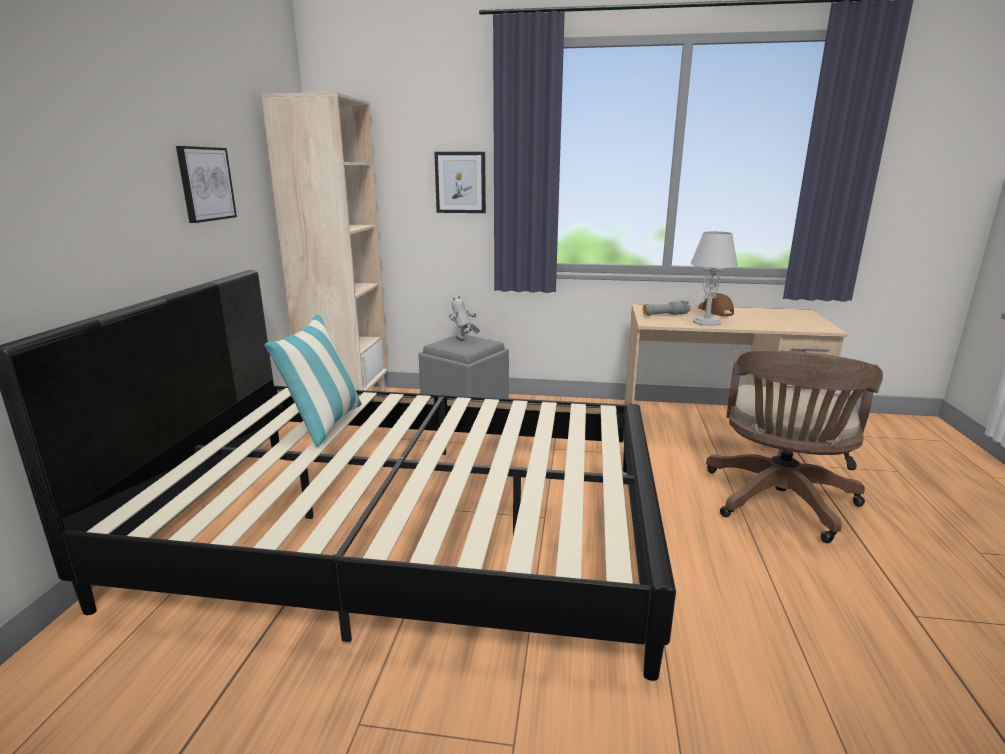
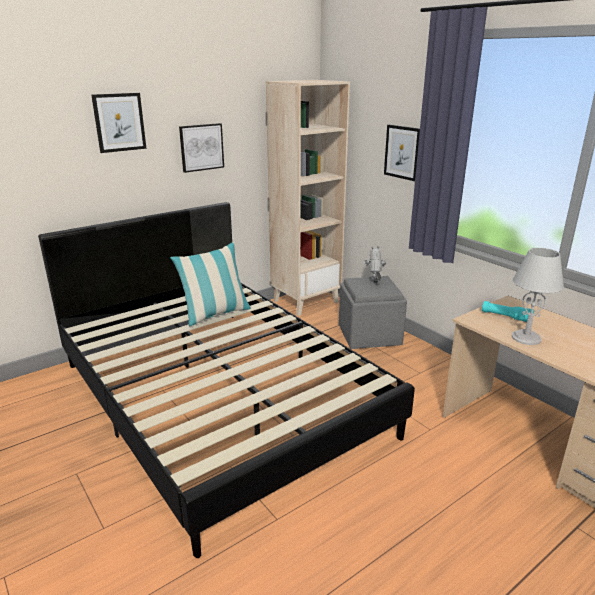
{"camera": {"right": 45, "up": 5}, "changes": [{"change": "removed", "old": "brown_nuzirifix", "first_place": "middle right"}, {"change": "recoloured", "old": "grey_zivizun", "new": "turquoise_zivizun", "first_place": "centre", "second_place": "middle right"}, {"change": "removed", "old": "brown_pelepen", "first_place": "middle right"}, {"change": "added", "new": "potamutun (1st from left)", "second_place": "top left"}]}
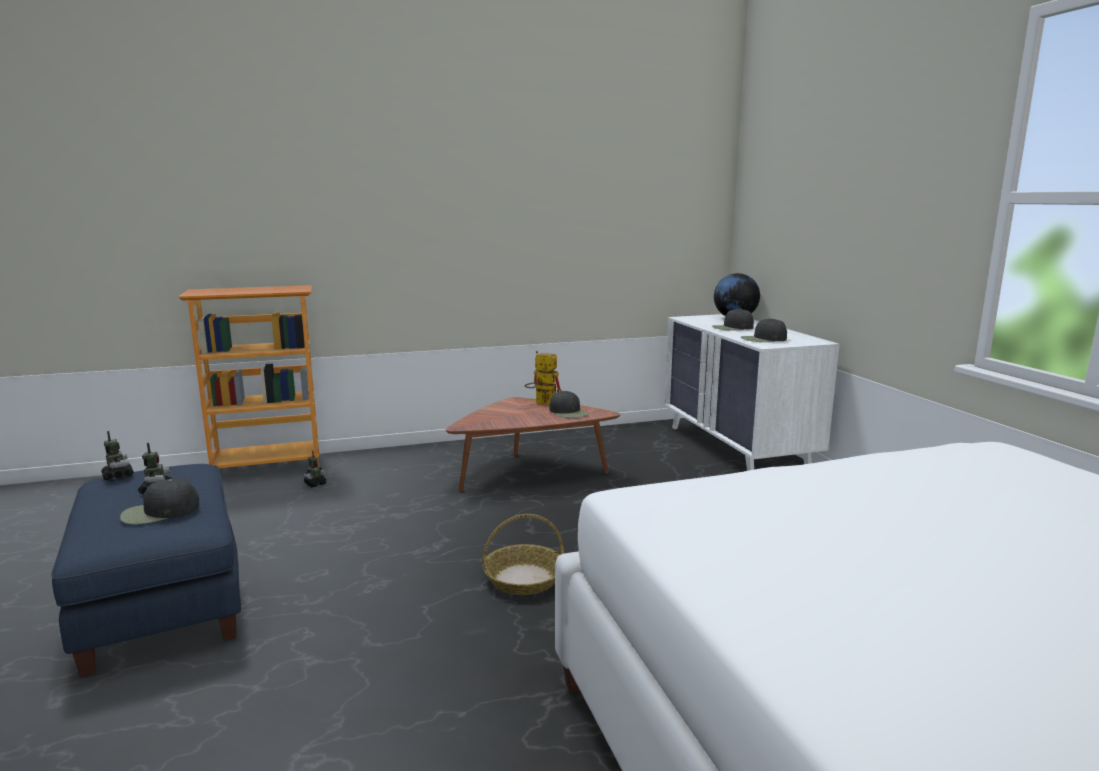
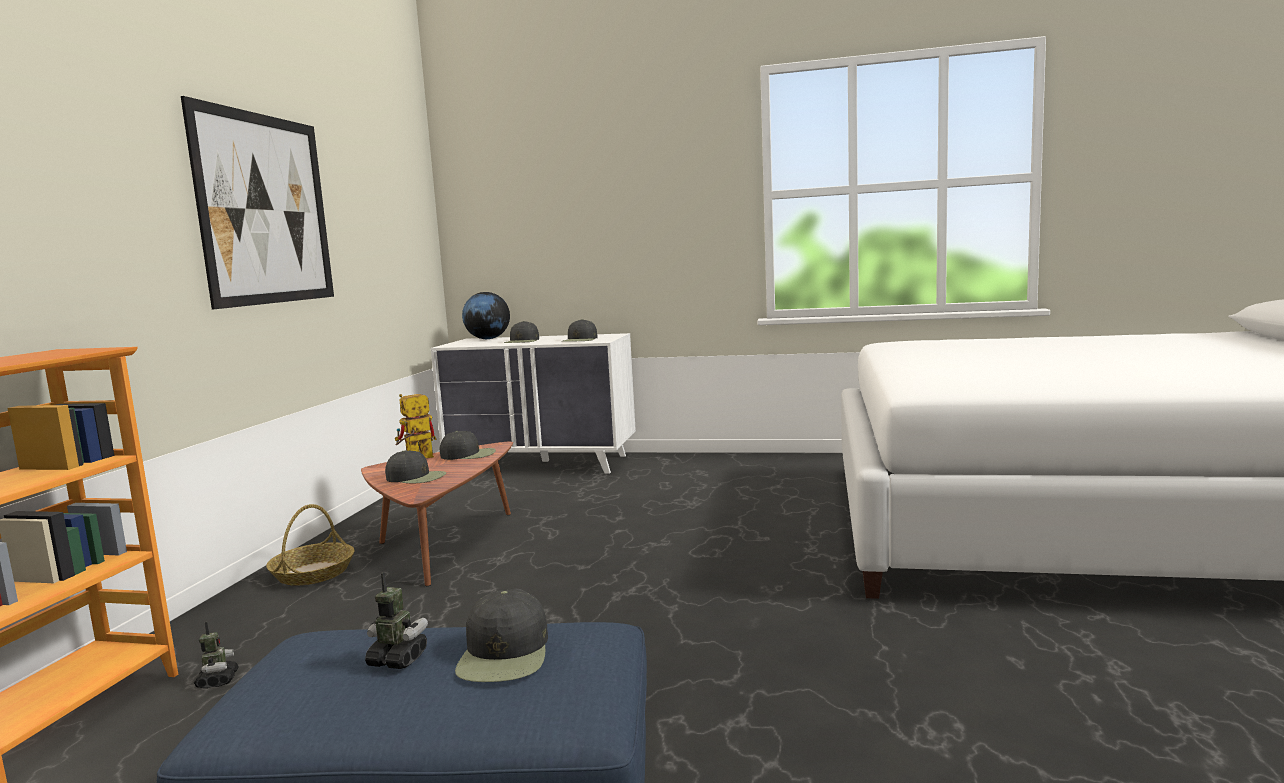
{"camera": {"right": -60, "up": -5}, "changes": [{"change": "removed", "old": "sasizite (1st from left)", "first_place": "middle left"}, {"change": "moved", "old": "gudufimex", "first_place": "bottom centre", "second_place": "bottom left"}, {"change": "added", "new": "potamutun", "second_place": "top left"}, {"change": "added", "new": "black_nuzirifix (1st from left)", "second_place": "middle left"}]}
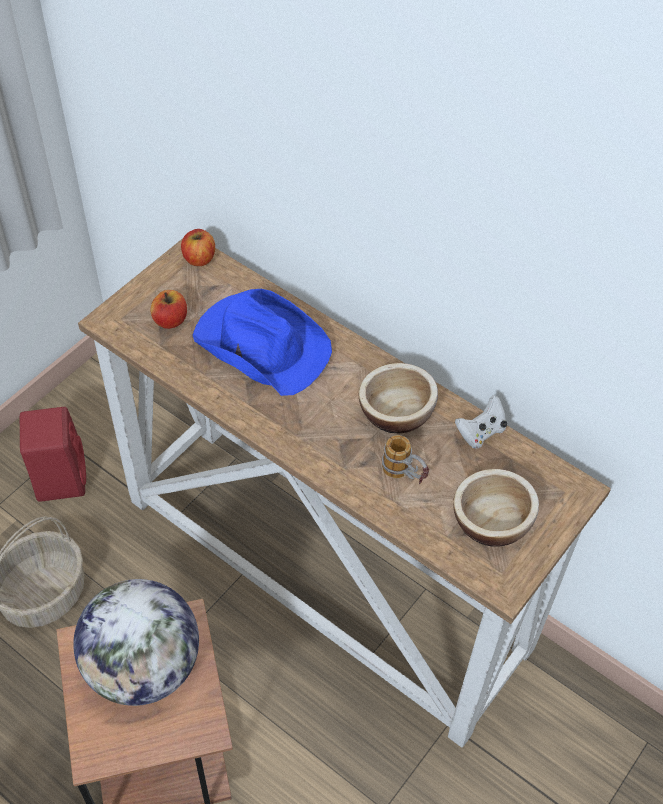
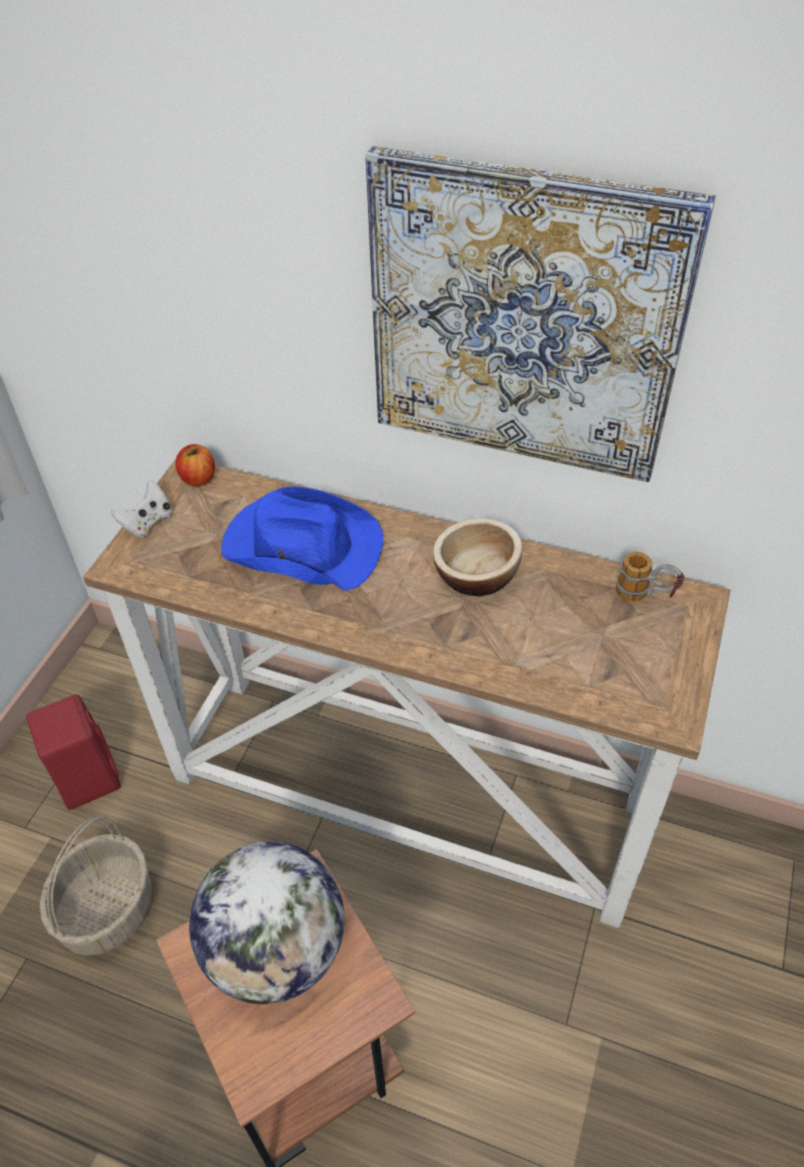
{"camera": {"right": -15, "up": -5}, "changes": [{"change": "removed", "old": "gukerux (1st from left)", "first_place": "middle left"}, {"change": "moved", "old": "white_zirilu", "first_place": "middle right", "second_place": "middle left"}, {"change": "moved", "old": "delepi", "first_place": "centre", "second_place": "middle right"}, {"change": "removed", "old": "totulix (2nd from left)", "first_place": "middle right"}, {"change": "added", "new": "potamutun", "second_place": "top right"}]}
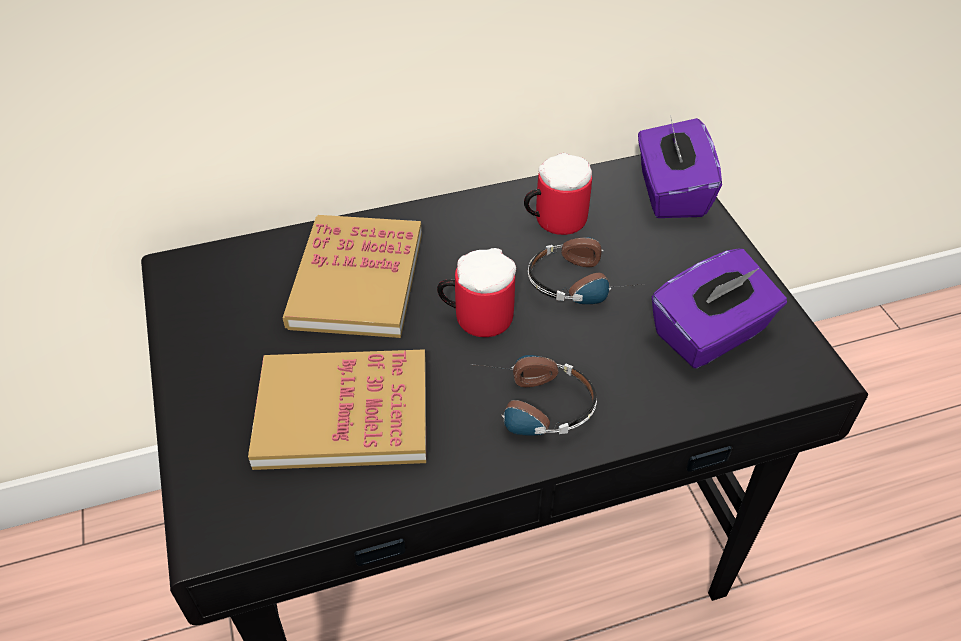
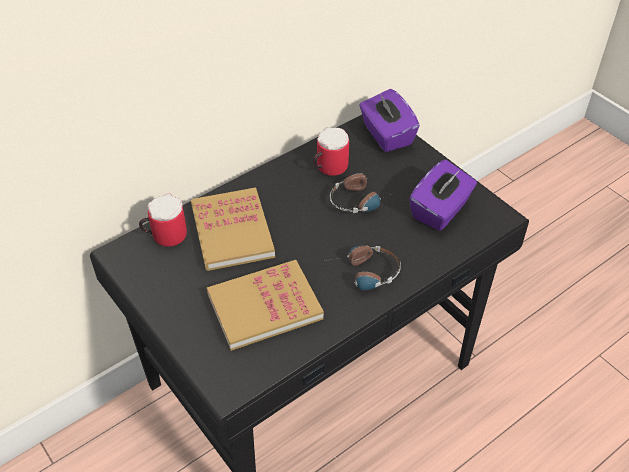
{"camera": {"right": -20, "up": 0}, "changes": [{"change": "moved", "old": "delepi (1st from left)", "first_place": "centre", "second_place": "middle left"}]}
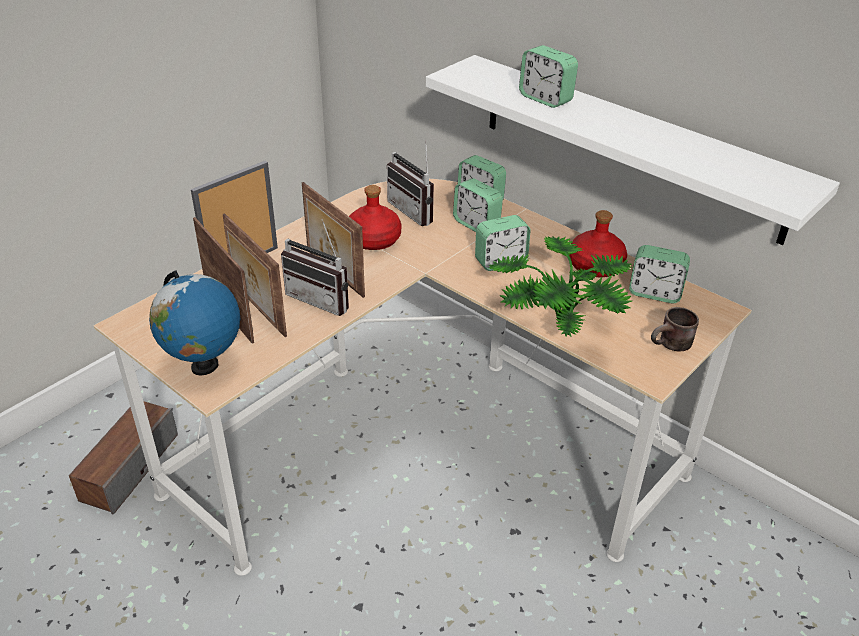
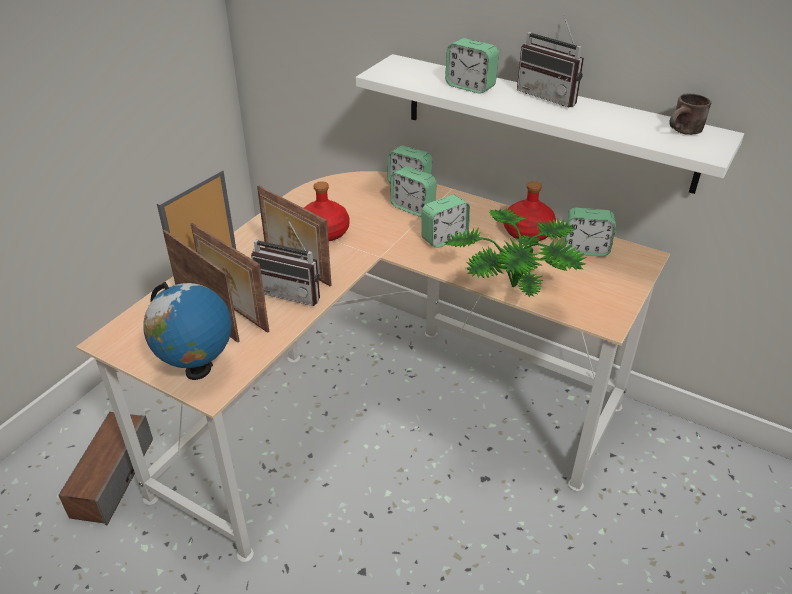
{"camera": {"right": -10, "up": 0}, "changes": [{"change": "moved", "old": "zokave (2nd from left)", "first_place": "top centre", "second_place": "top right"}, {"change": "moved", "old": "brown_delepi", "first_place": "middle right", "second_place": "top right"}]}
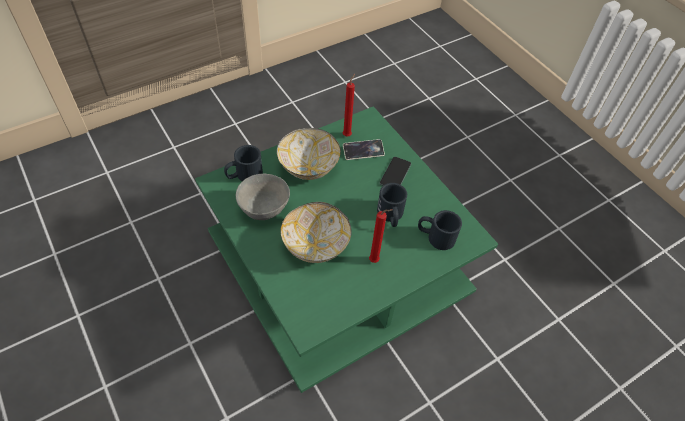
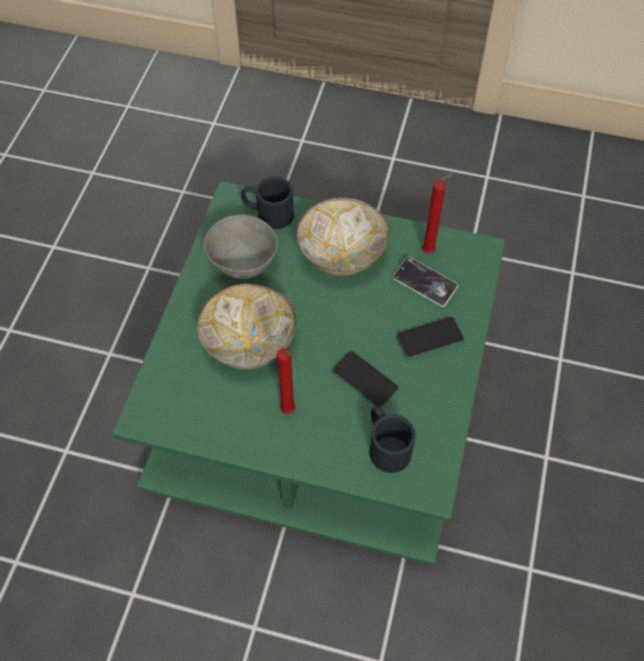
{"camera": {"right": 50, "up": 5}, "changes": [{"change": "replaced", "old": "black_delepi (2nd from left)", "new": "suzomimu (1st from left)", "first_place": "centre", "second_place": "centre"}]}
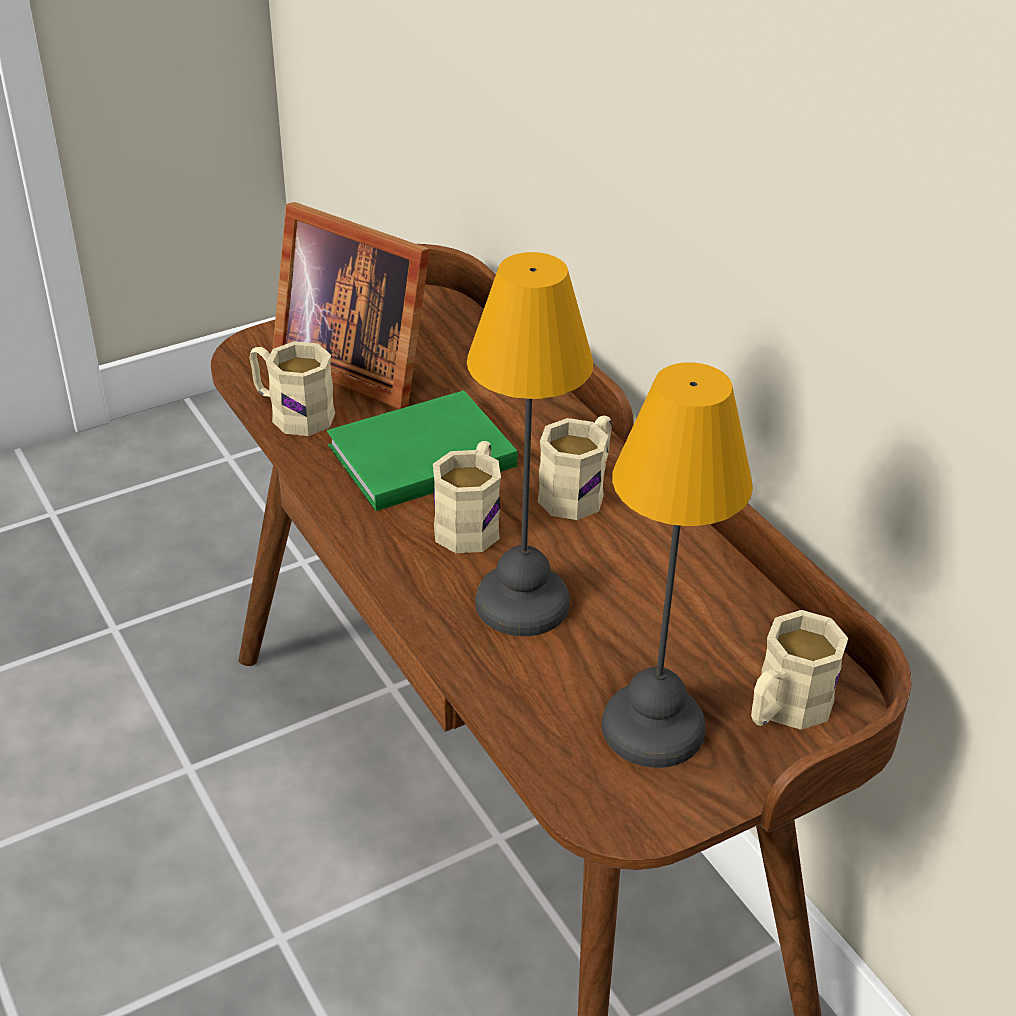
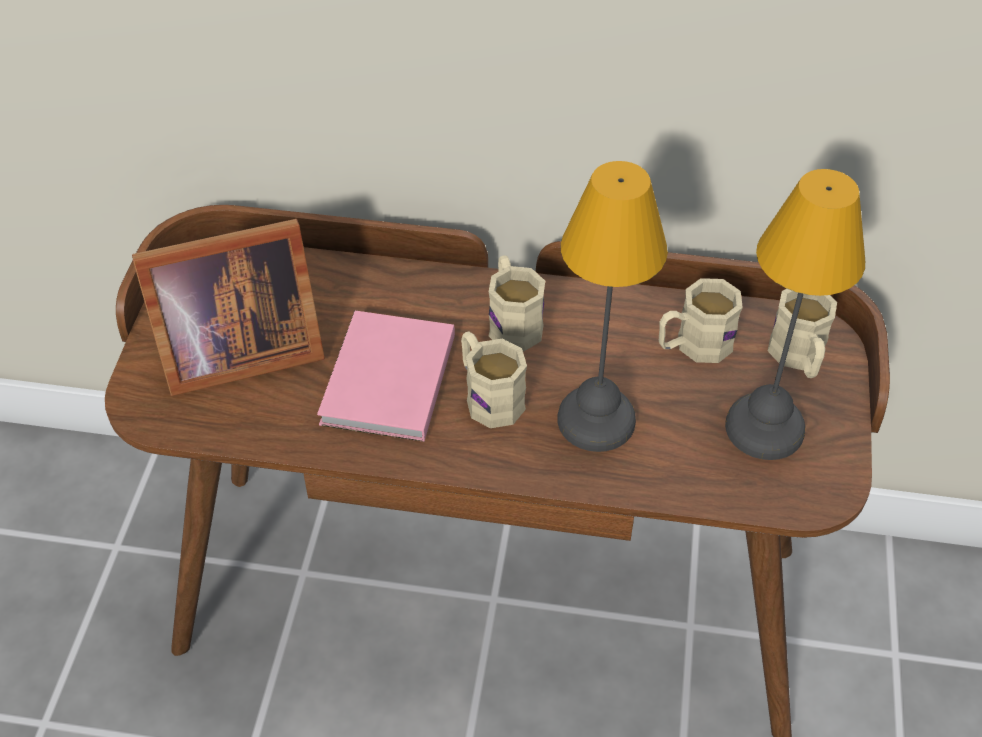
{"camera": {"right": -50, "up": 10}, "changes": [{"change": "moved", "old": "beige_delepi (1st from left in the first image)", "new": "beige_delepi (3rd from left)", "first_place": "middle left", "second_place": "middle right"}, {"change": "recoloured", "old": "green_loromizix", "new": "pink_loromizix", "first_place": "centre", "second_place": "centre"}]}
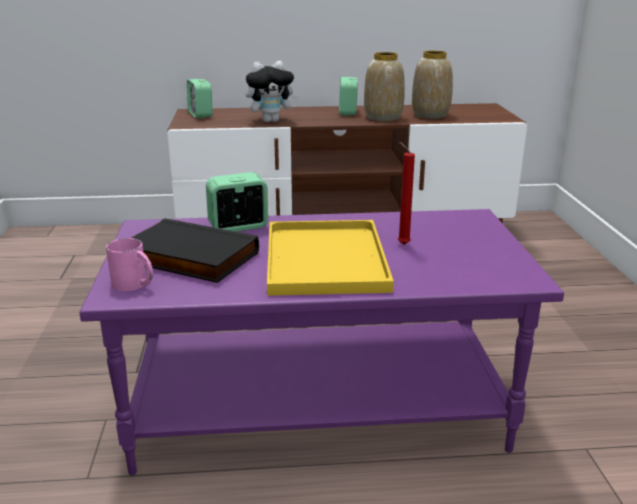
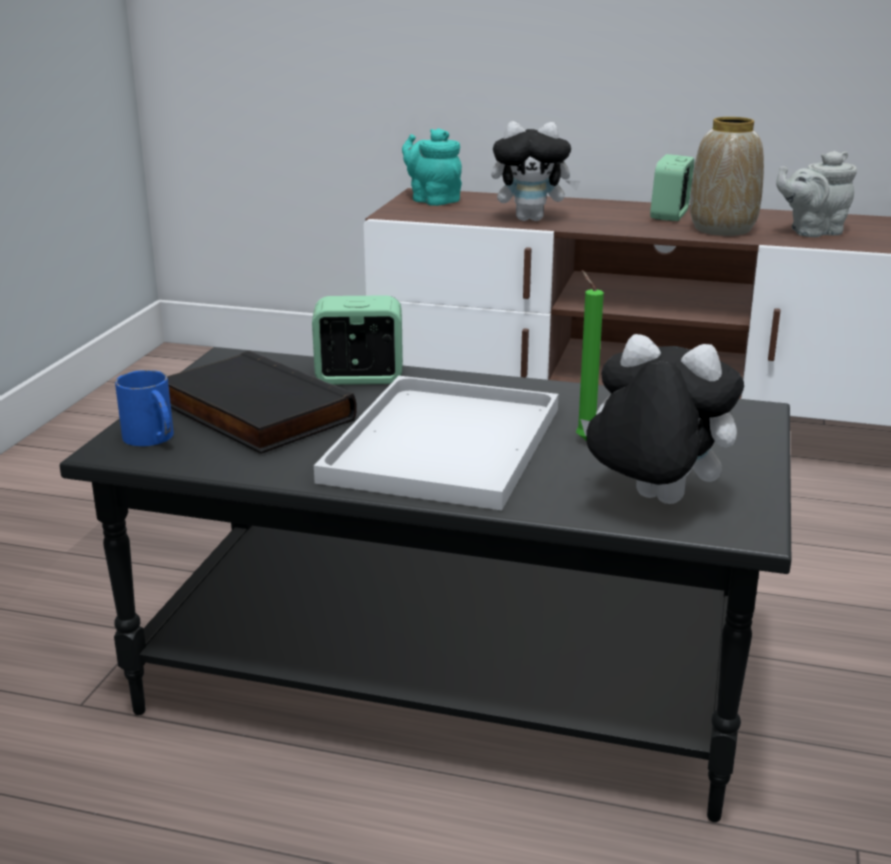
{"camera": {"right": 20, "up": 0}, "changes": [{"change": "replaced", "old": "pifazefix (2nd from left)", "new": "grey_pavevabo", "first_place": "top right", "second_place": "top right"}, {"change": "replaced", "old": "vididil (1st from left)", "new": "turquoise_pavevabo", "first_place": "top left", "second_place": "top centre"}, {"change": "recoloured", "old": "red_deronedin", "new": "green_deronedin", "first_place": "centre", "second_place": "centre"}, {"change": "recoloured", "old": "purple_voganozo", "new": "black_voganozo", "first_place": "bottom centre", "second_place": "bottom centre"}, {"change": "recoloured", "old": "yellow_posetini", "new": "white_posetini", "first_place": "centre", "second_place": "centre"}, {"change": "recoloured", "old": "pink_delepi", "new": "blue_delepi", "first_place": "middle left", "second_place": "middle left"}, {"change": "added", "new": "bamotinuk (2nd from left)", "second_place": "middle right"}]}
